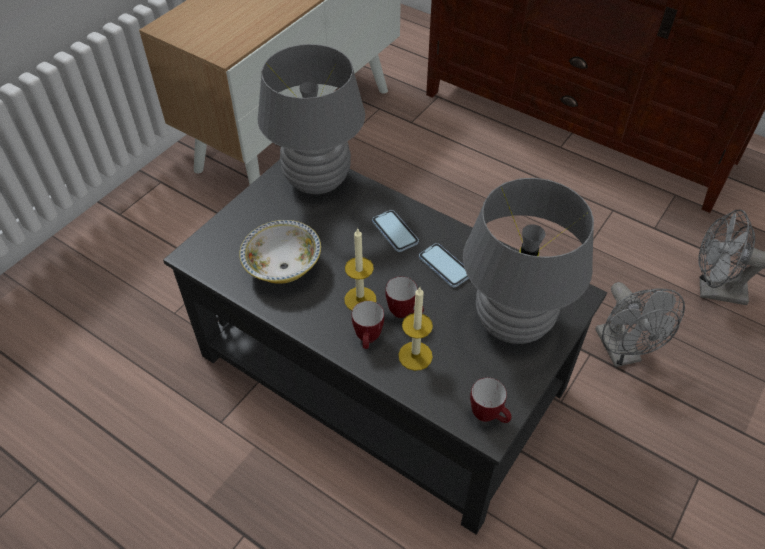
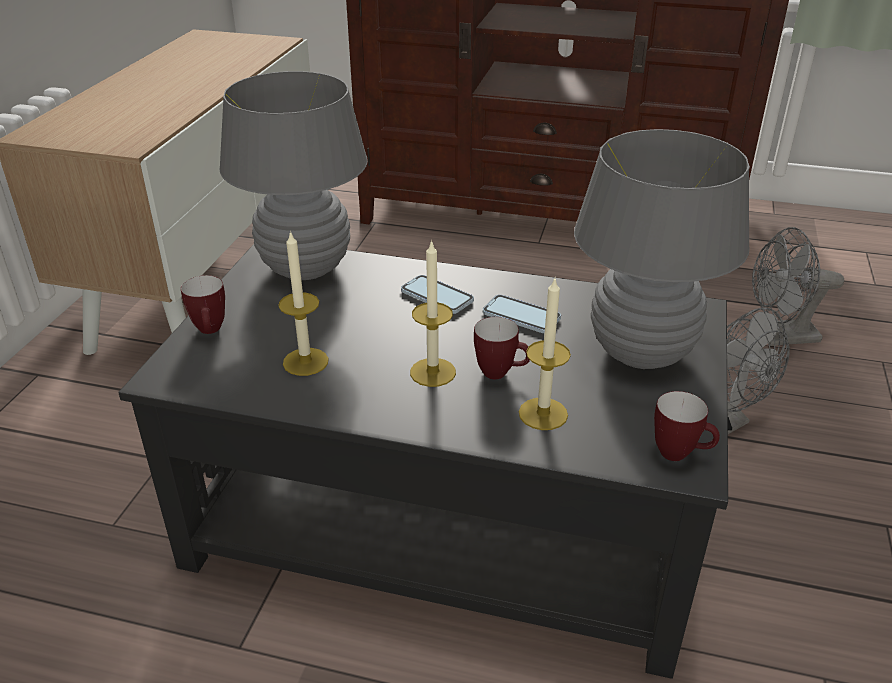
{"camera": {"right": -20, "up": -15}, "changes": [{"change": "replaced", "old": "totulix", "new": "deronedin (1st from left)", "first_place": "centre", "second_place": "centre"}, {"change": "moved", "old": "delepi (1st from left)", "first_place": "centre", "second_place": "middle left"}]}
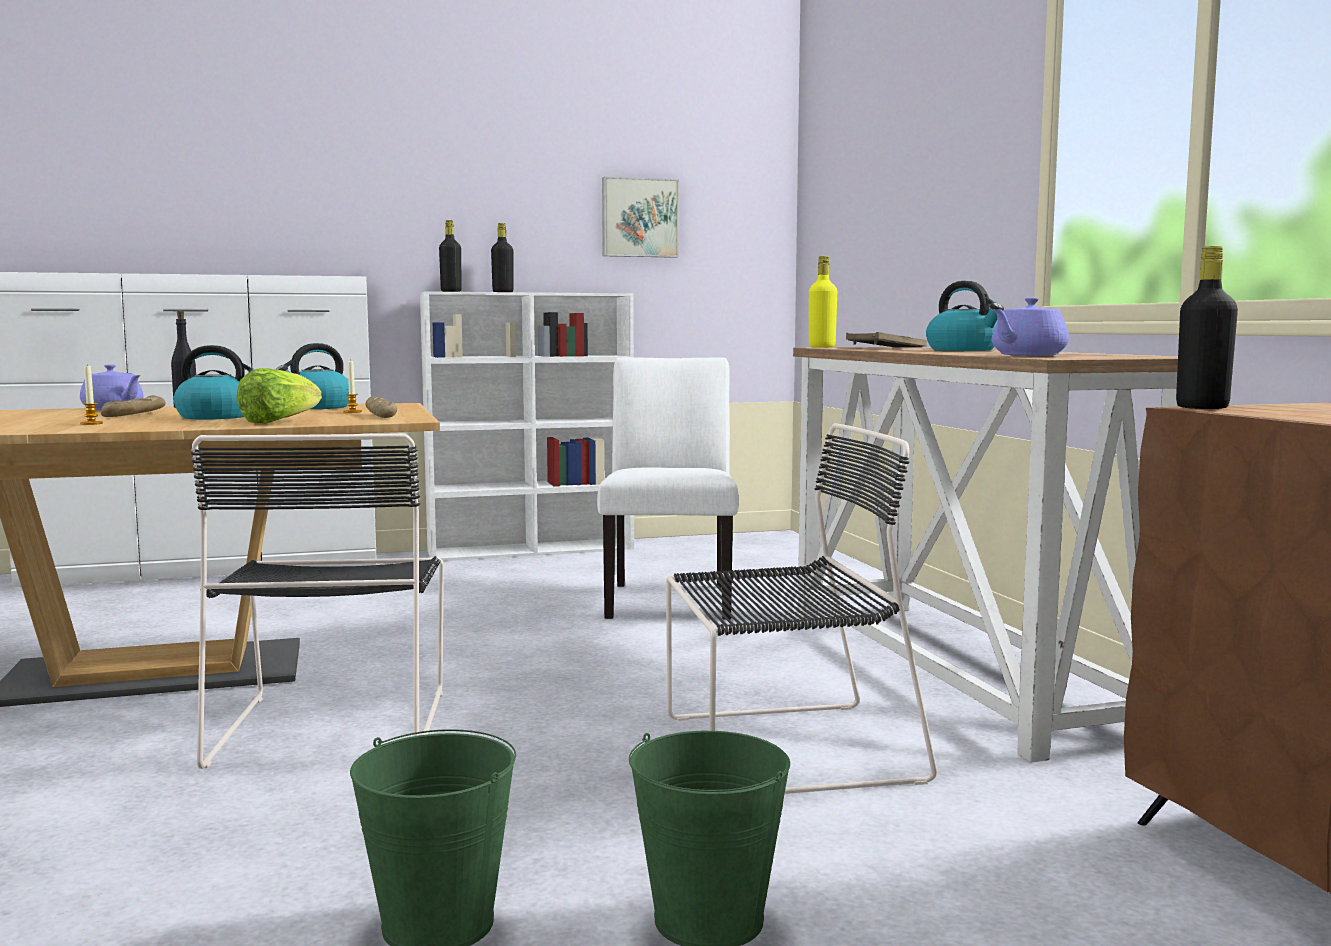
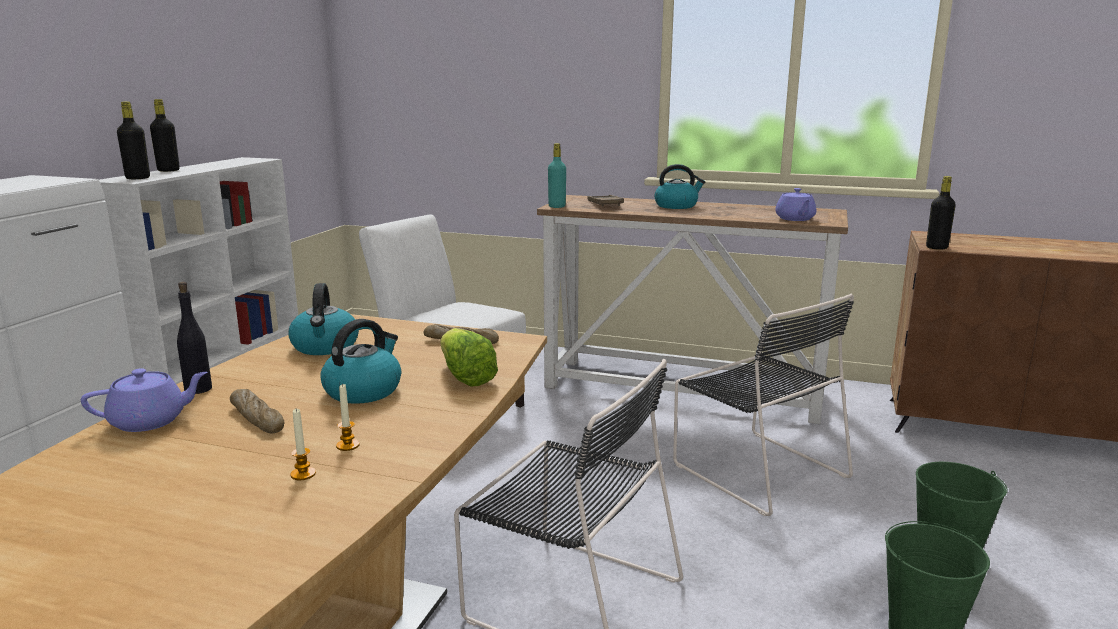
{"camera": {"right": -55, "up": 10}, "changes": [{"change": "removed", "old": "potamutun", "first_place": "top centre"}, {"change": "recoloured", "old": "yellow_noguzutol", "new": "turquoise_noguzutol", "first_place": "top centre", "second_place": "top centre"}, {"change": "moved", "old": "deronedin (2nd from left in the first image)", "new": "deronedin (1st from left)", "first_place": "middle left", "second_place": "bottom left"}, {"change": "turned", "old": "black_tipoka (2nd from left)", "first_place": "centre", "second_place": "middle right", "degrees": 120}]}
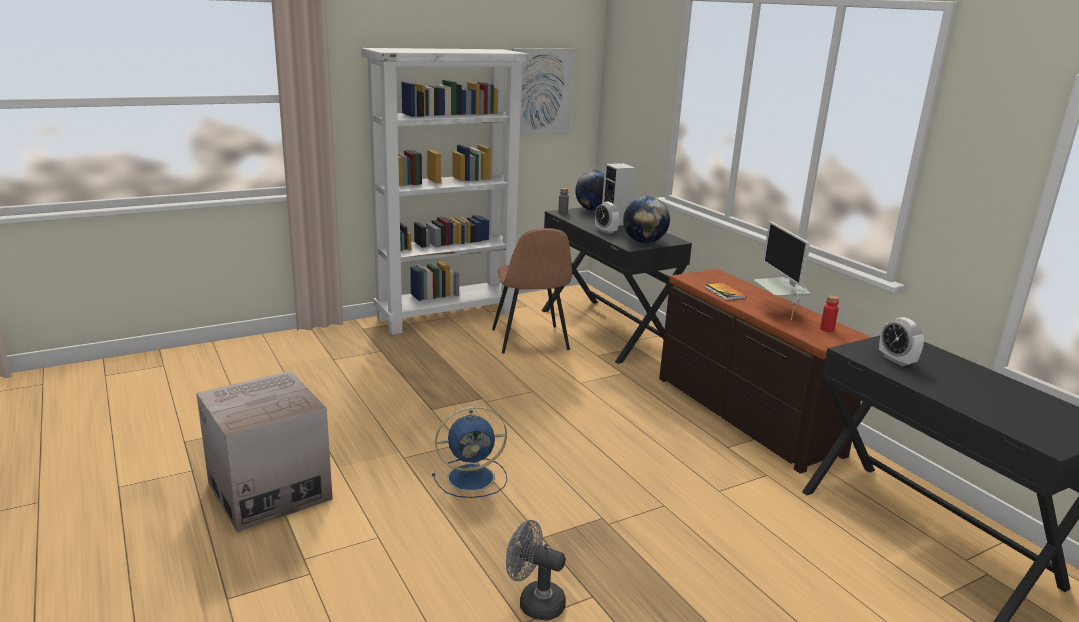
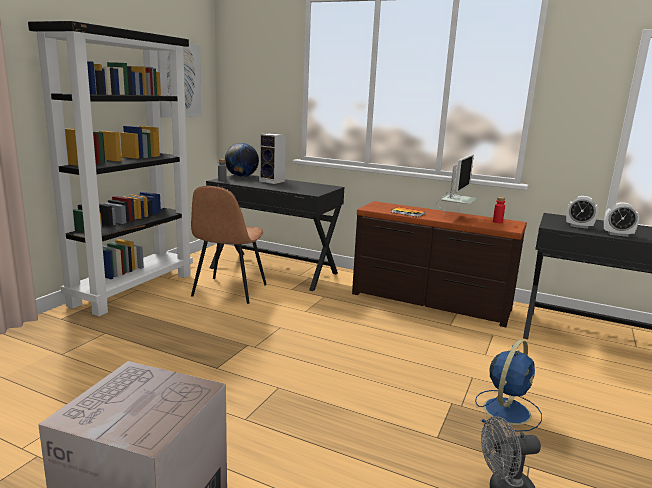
{"camera": {"right": -35, "up": -5}, "changes": [{"change": "recoloured", "old": "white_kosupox", "new": "black_kosupox", "first_place": "top centre", "second_place": "middle left"}, {"change": "removed", "old": "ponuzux (2nd from left)", "first_place": "centre"}, {"change": "moved", "old": "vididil (1st from left in the first image)", "new": "vididil (2nd from left)", "first_place": "centre", "second_place": "middle right"}, {"change": "turned", "old": "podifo", "first_place": "middle right", "second_place": "middle right", "degrees": -105}, {"change": "turned", "old": "brown_tipoka", "first_place": "centre", "second_place": "centre", "degrees": 60}, {"change": "moved", "old": "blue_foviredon", "first_place": "bottom centre", "second_place": "bottom right"}]}
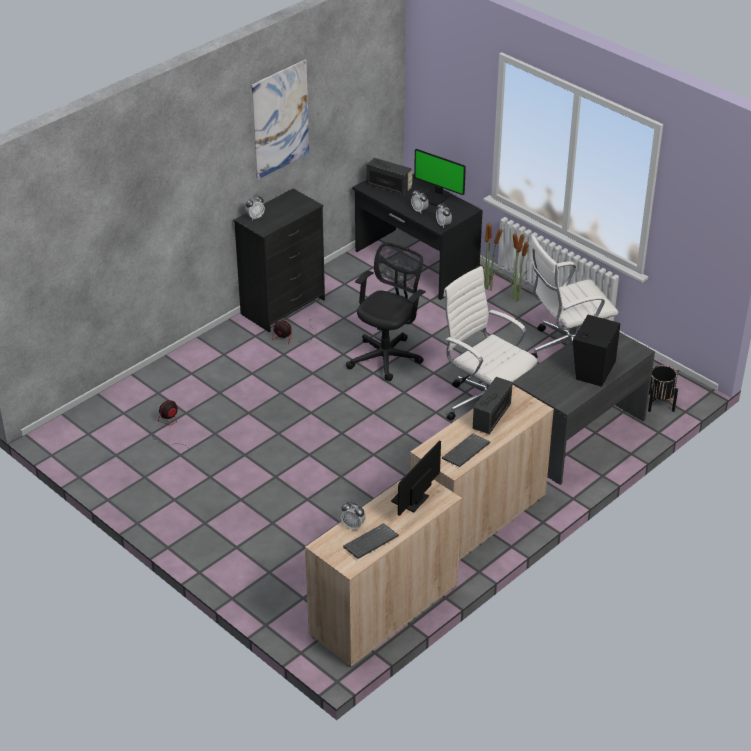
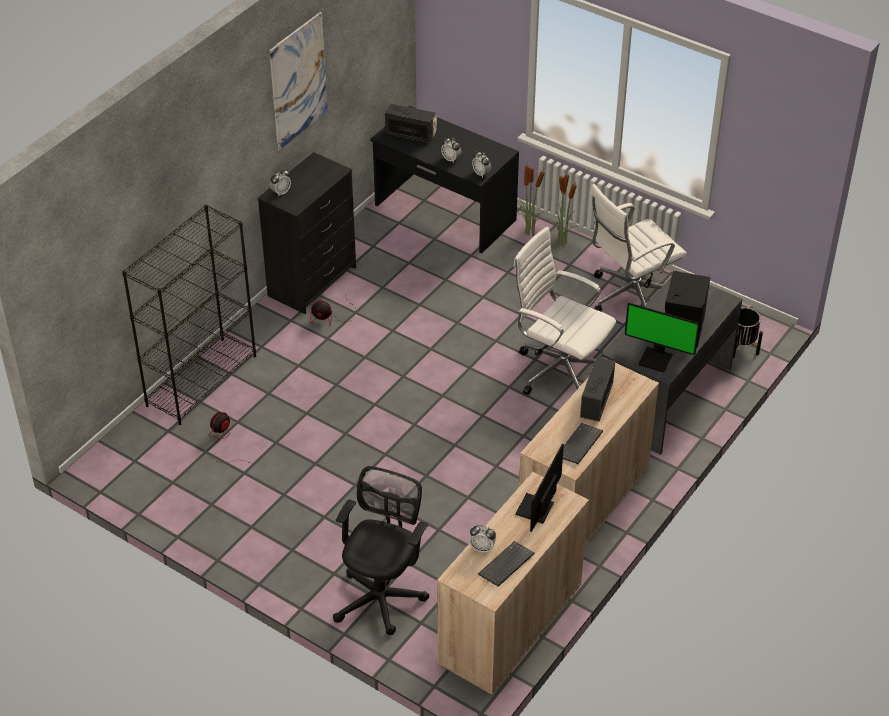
{"camera": {"right": -10, "up": 5}, "changes": [{"change": "moved", "old": "podifo (2nd from left)", "first_place": "top centre", "second_place": "middle right"}, {"change": "moved", "old": "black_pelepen", "first_place": "centre", "second_place": "bottom centre"}, {"change": "added", "new": "black_kosupox", "second_place": "middle left"}]}
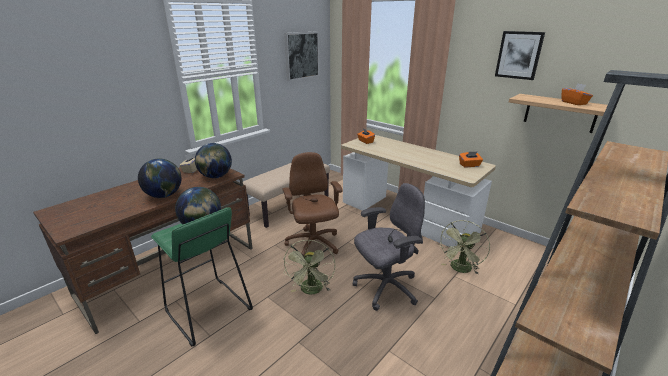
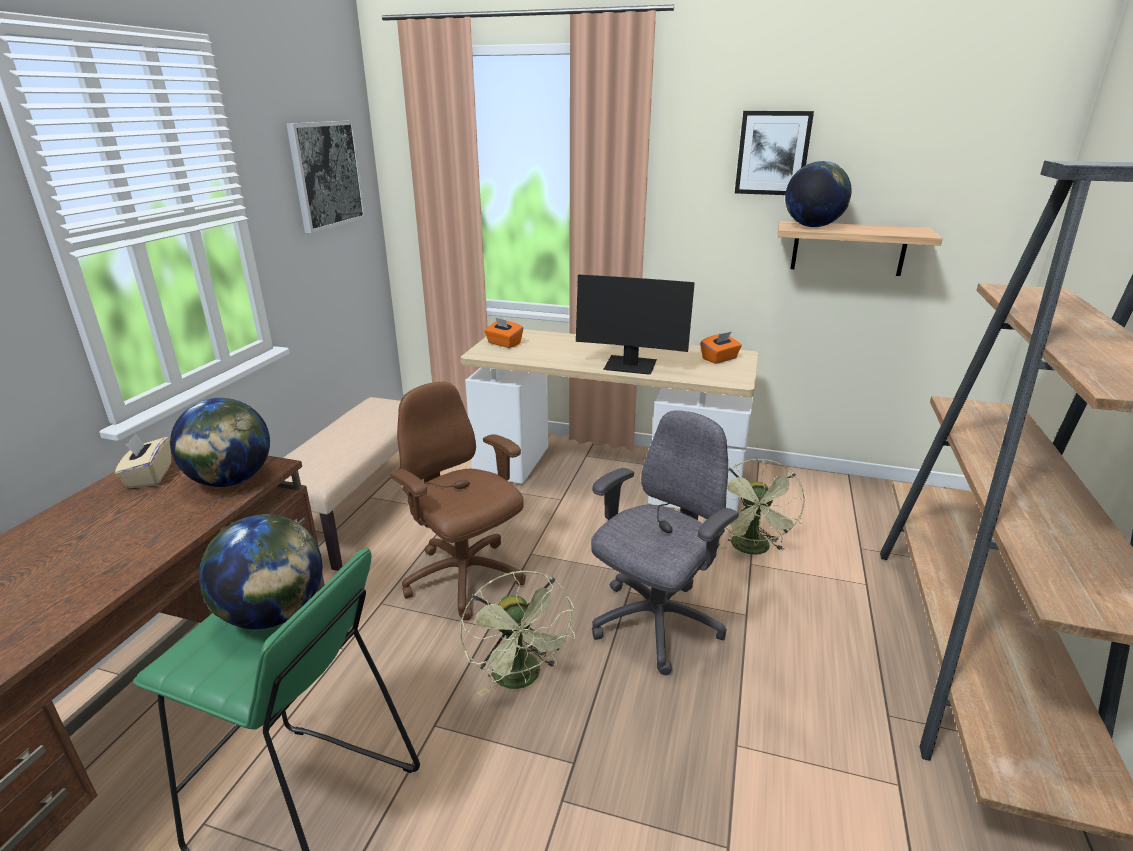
{"camera": {"right": -25, "up": 0}, "changes": [{"change": "removed", "old": "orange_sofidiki (3rd from left)", "first_place": "top right"}, {"change": "moved", "old": "ponuzux (1st from left in the first image)", "new": "ponuzux (3rd from left)", "first_place": "middle left", "second_place": "top right"}, {"change": "added", "new": "podifo", "second_place": "centre"}]}
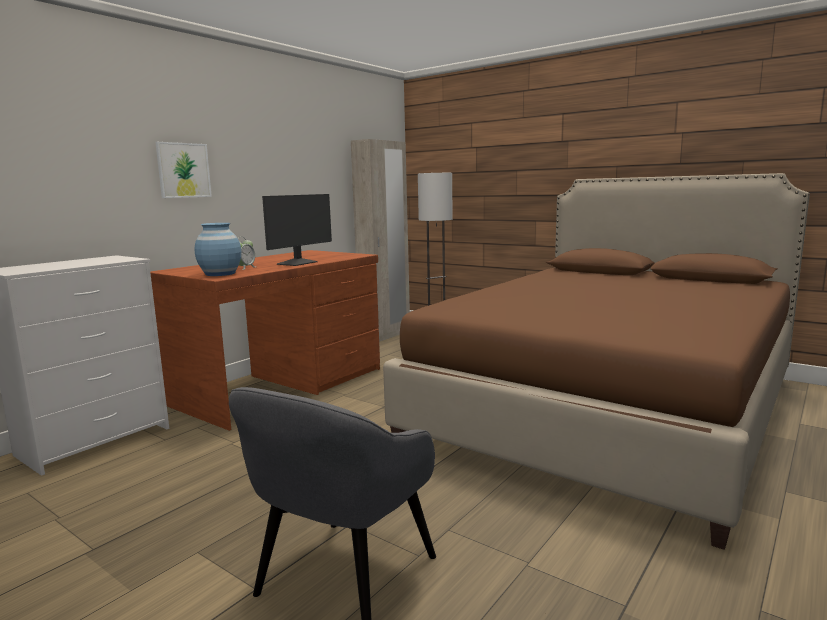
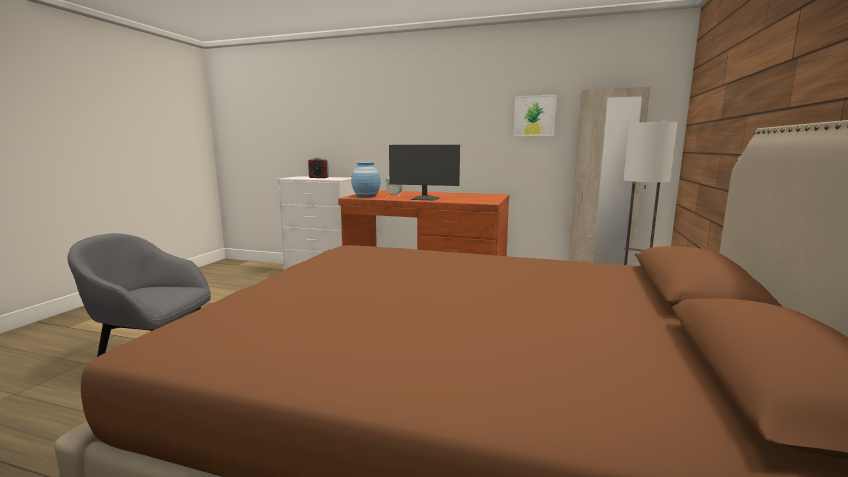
{"camera": {"right": 70, "up": 0}, "changes": [{"change": "moved", "old": "potamutun", "first_place": "top left", "second_place": "top centre"}, {"change": "added", "new": "vididil (1st from left)", "second_place": "centre"}]}
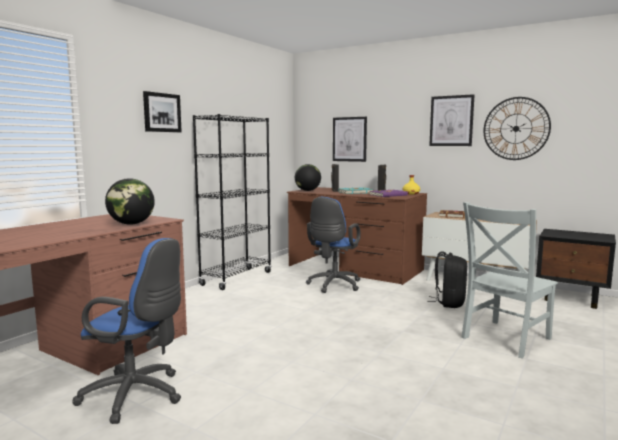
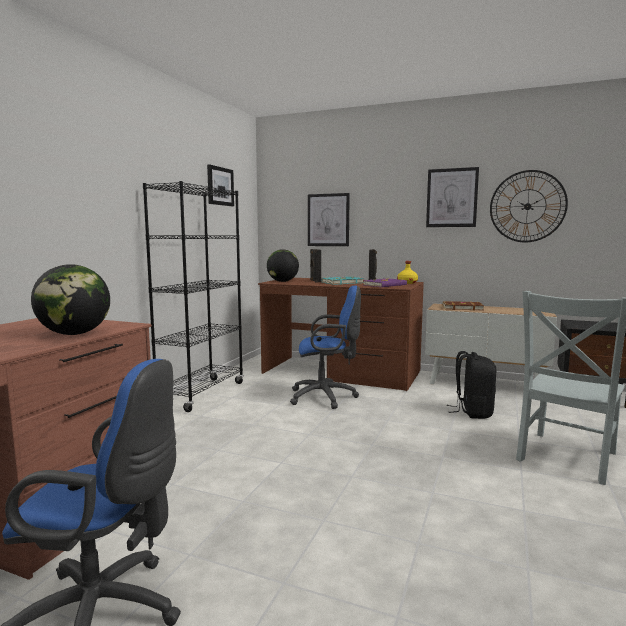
{"camera": {"right": -10, "up": 0}, "changes": [{"change": "moved", "old": "potamutun (1st from left)", "first_place": "top left", "second_place": "top centre"}, {"change": "turned", "old": "blue_pelepen (2nd from left)", "first_place": "centre", "second_place": "centre", "degrees": -105}]}
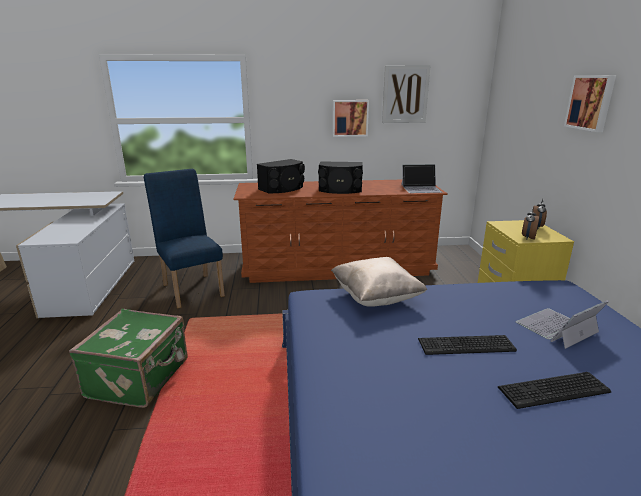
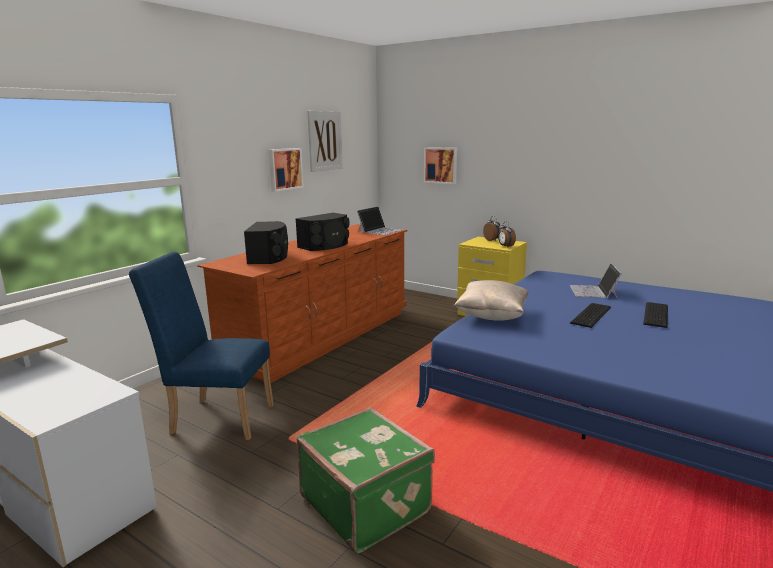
{"camera": {"right": -50, "up": -5}, "changes": [{"change": "moved", "old": "potamutun (3rd from left)", "first_place": "top right", "second_place": "top centre"}]}
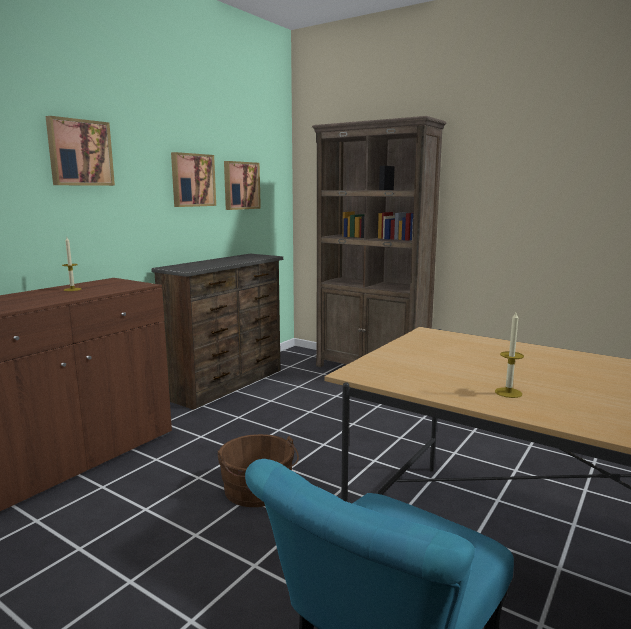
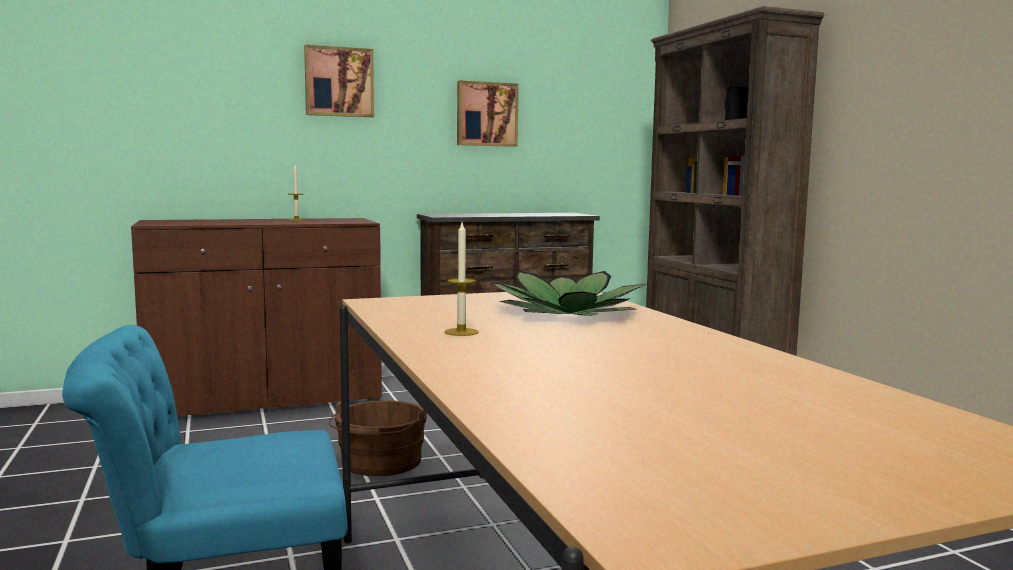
{"camera": {"right": 35, "up": -5}, "changes": [{"change": "removed", "old": "potamutun (3rd from left)", "first_place": "top centre"}, {"change": "added", "new": "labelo", "second_place": "centre"}]}
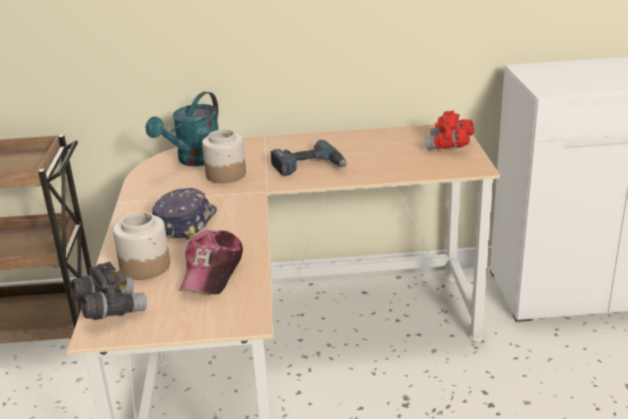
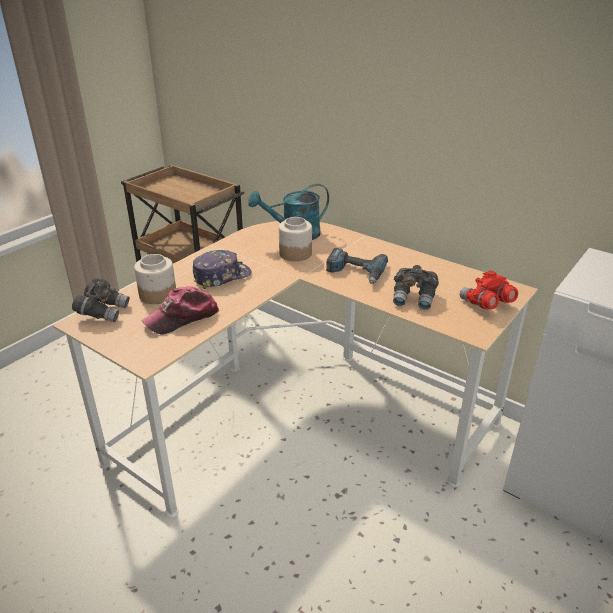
{"camera": {"right": 40, "up": 5}, "changes": [{"change": "added", "new": "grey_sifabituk (2nd from left)", "second_place": "middle right"}]}
